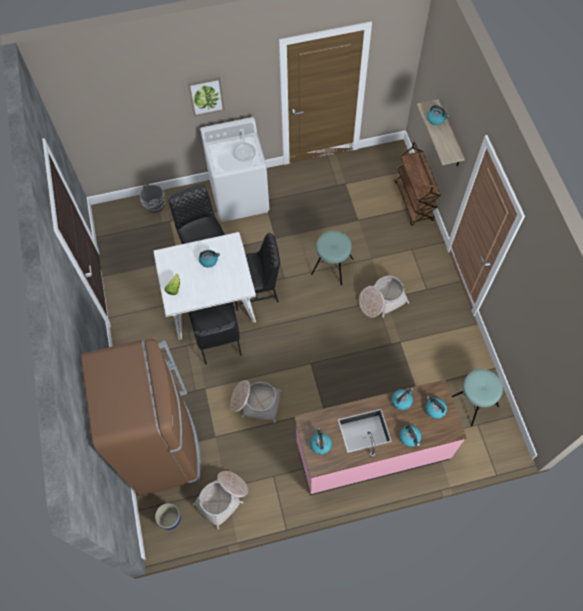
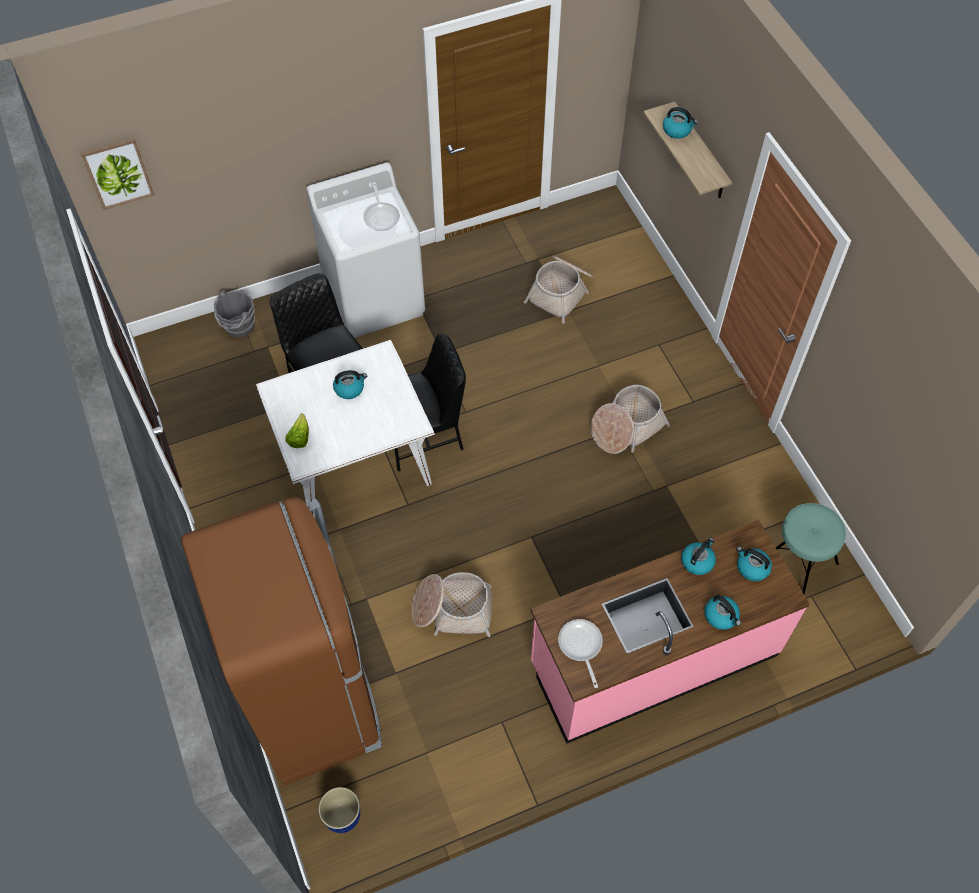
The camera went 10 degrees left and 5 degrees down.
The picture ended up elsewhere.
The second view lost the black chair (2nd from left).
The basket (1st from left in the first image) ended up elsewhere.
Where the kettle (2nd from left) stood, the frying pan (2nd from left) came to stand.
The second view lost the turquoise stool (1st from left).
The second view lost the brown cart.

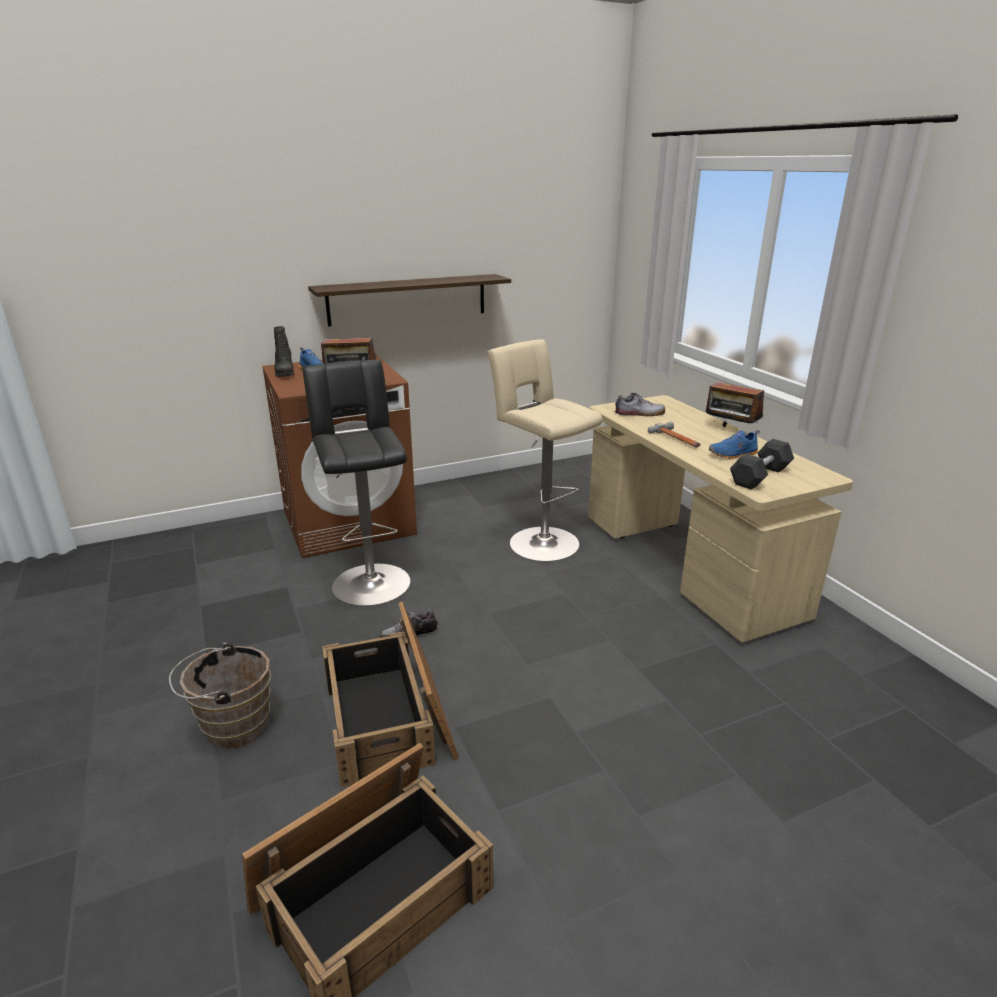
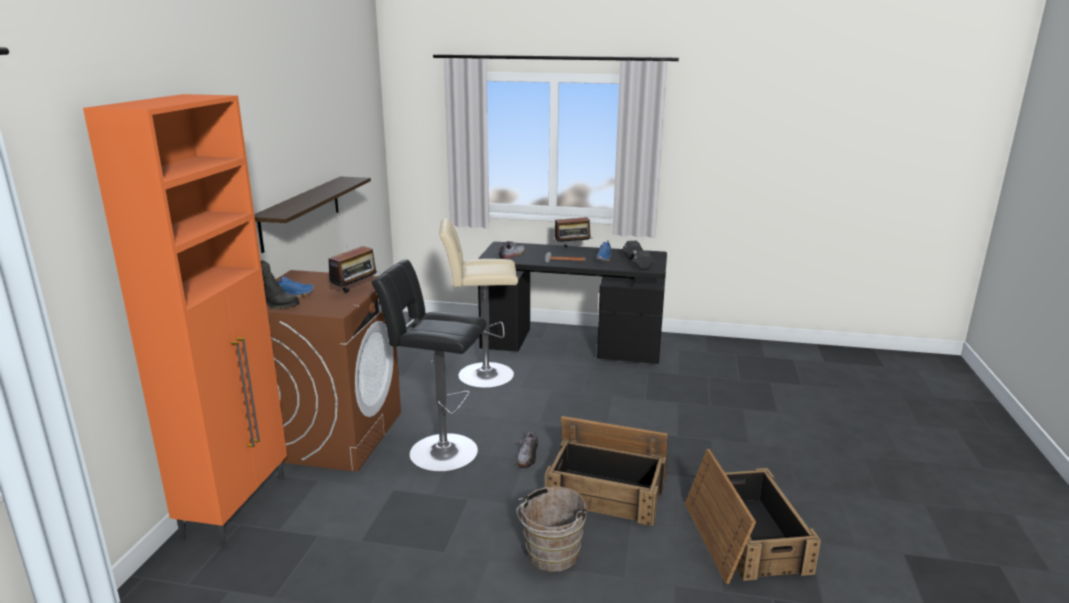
The camera went 55 degrees left and 5 degrees down.
What was the beige desk turned into the black desk.
The second view gained the orange cabinet.

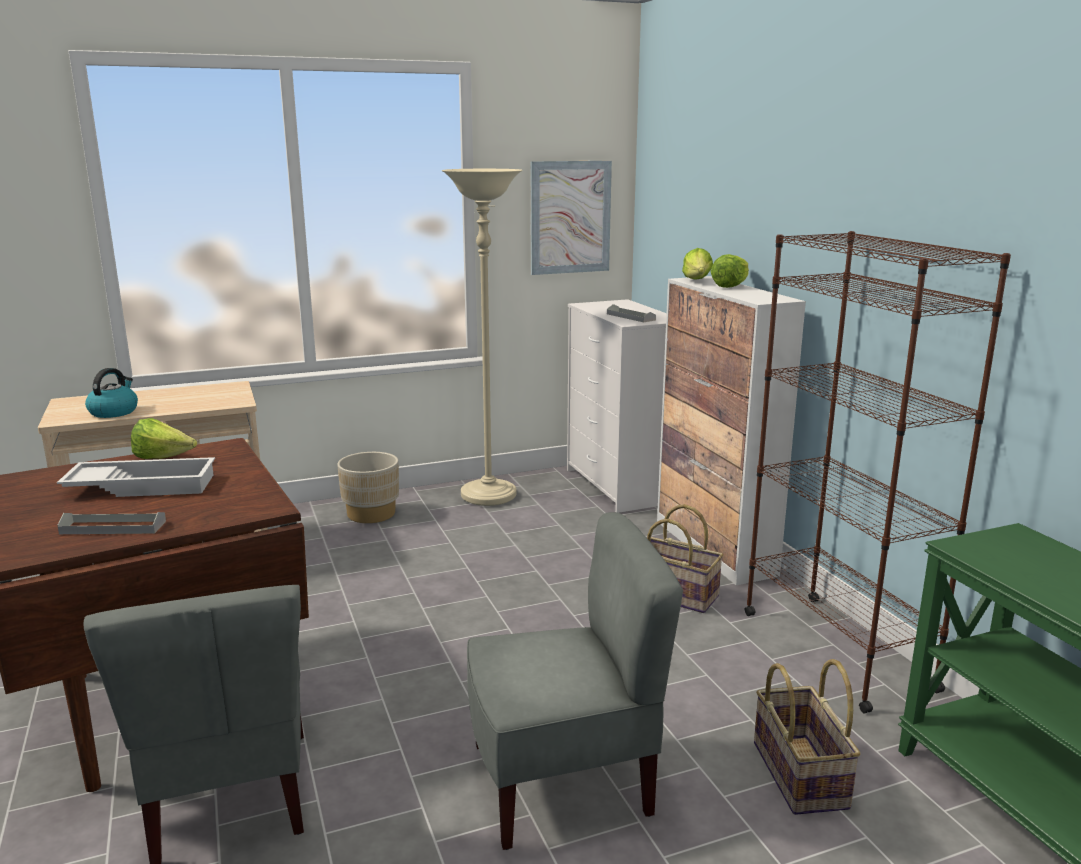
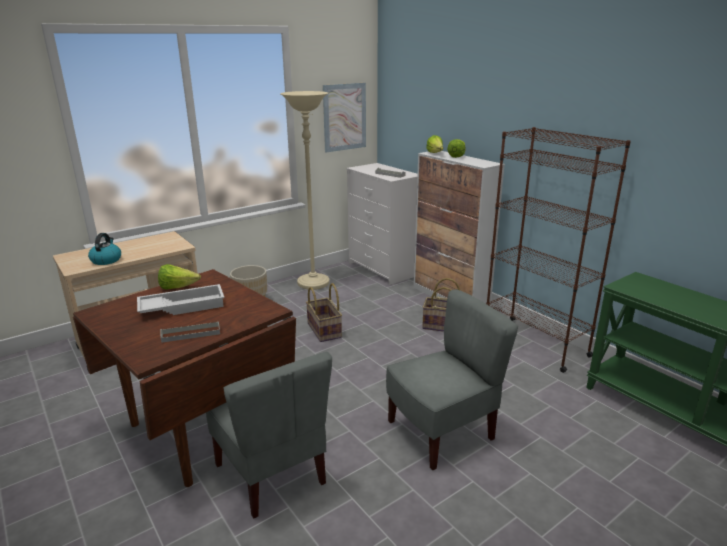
The camera went 15 degrees left and 5 degrees up.
The basket (2nd from left in the first image) ended up elsewhere.

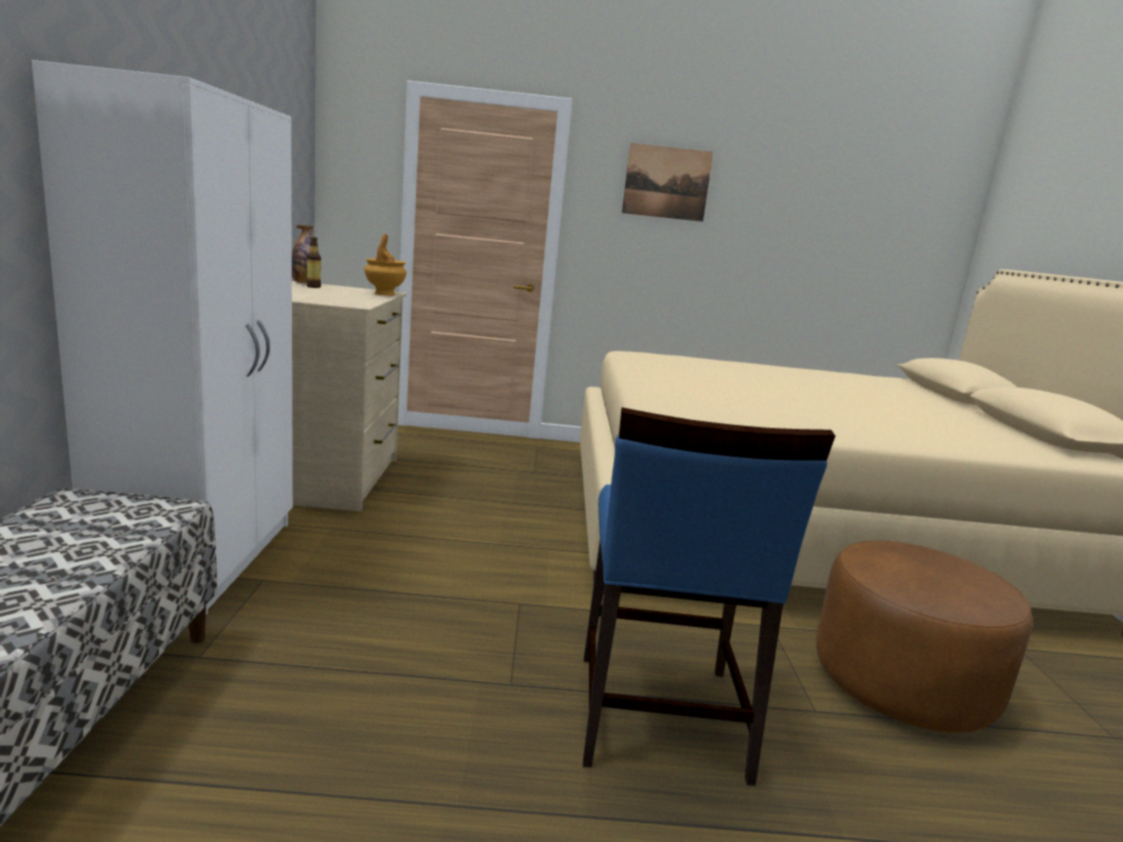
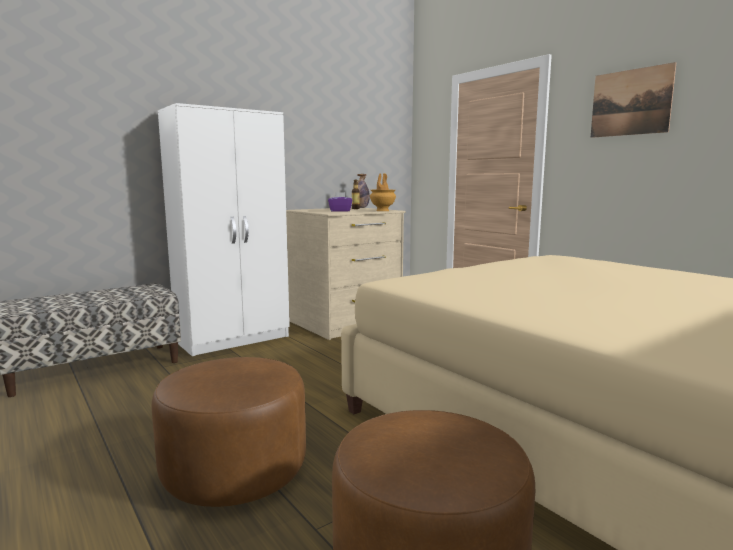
The camera went 55 degrees right and 5 degrees down.
Where the blue chair stood, the brown ottoman (1st from left) came to stand.
The second view gained the purple tissue box.

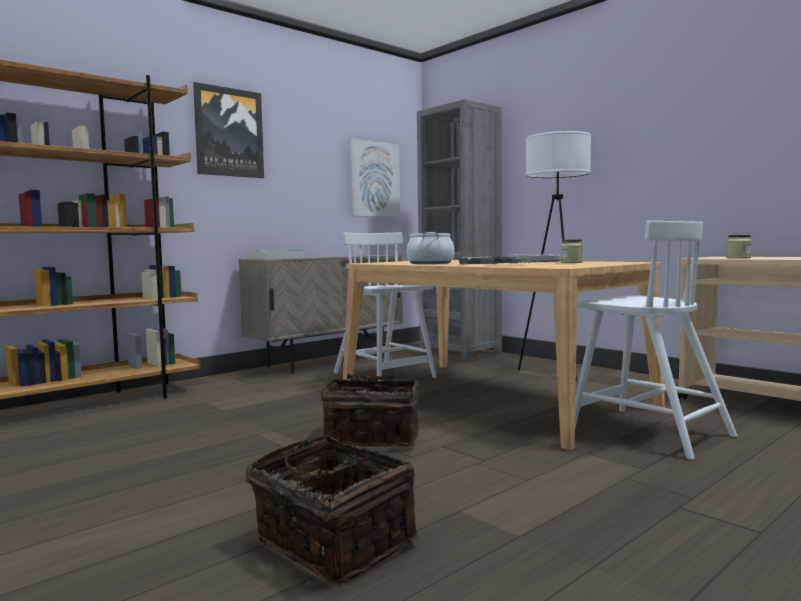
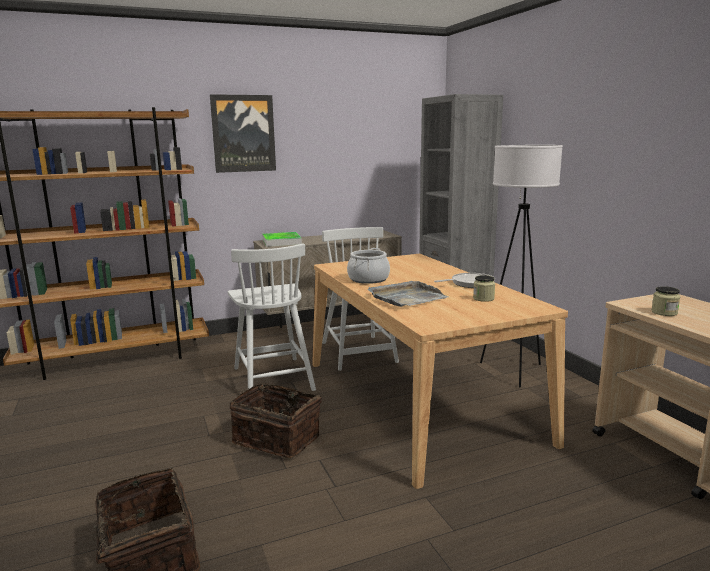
The camera went 20 degrees right and 10 degrees up.
The second view lost the picture (2nd from left).
The white chair (2nd from left in the first image) ended up elsewhere.

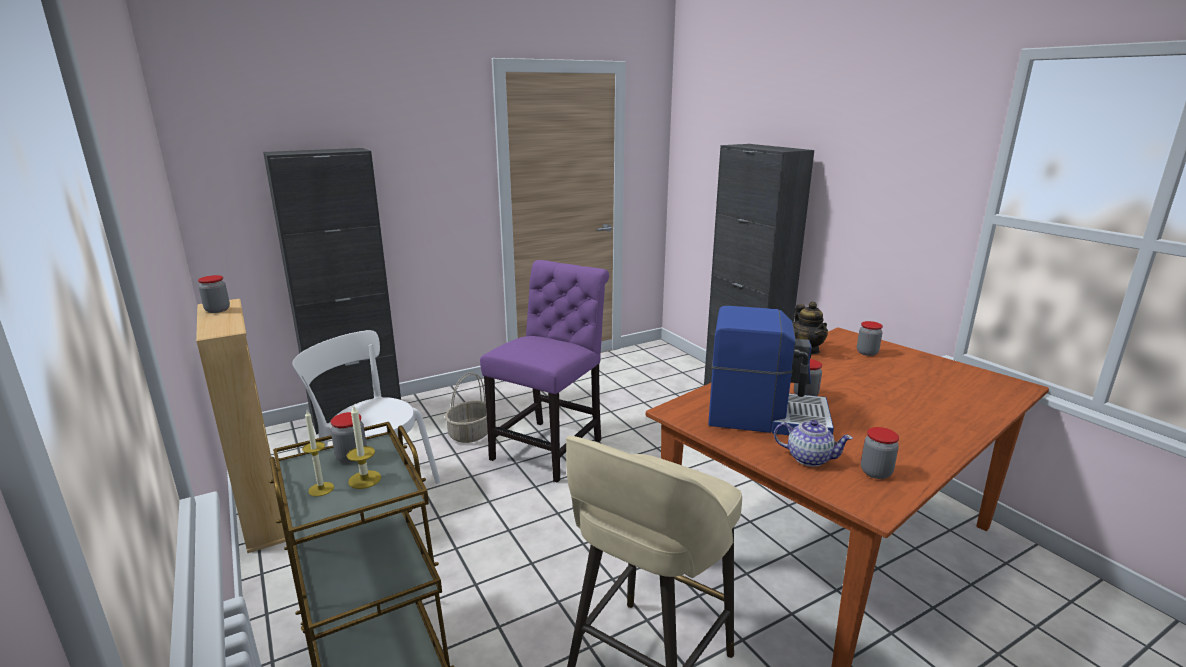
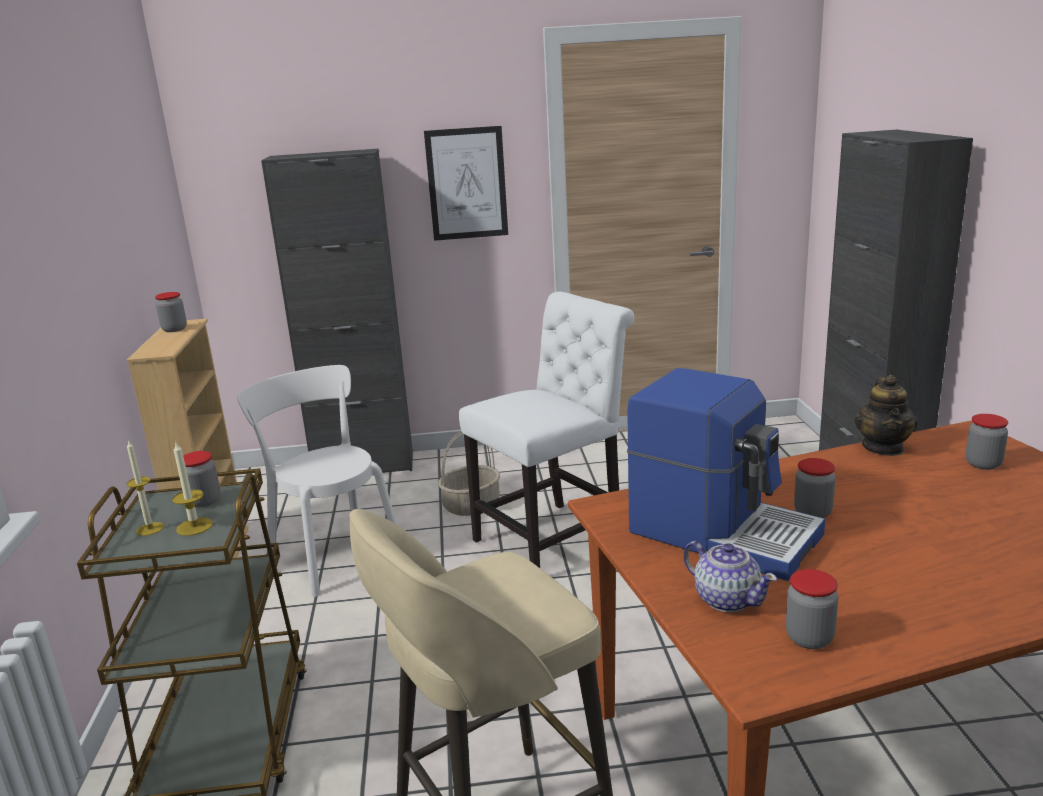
The camera went 25 degrees right and 0 degrees up.
What was the purple chair turned into the white chair (2nd from left).
The second view gained the picture.

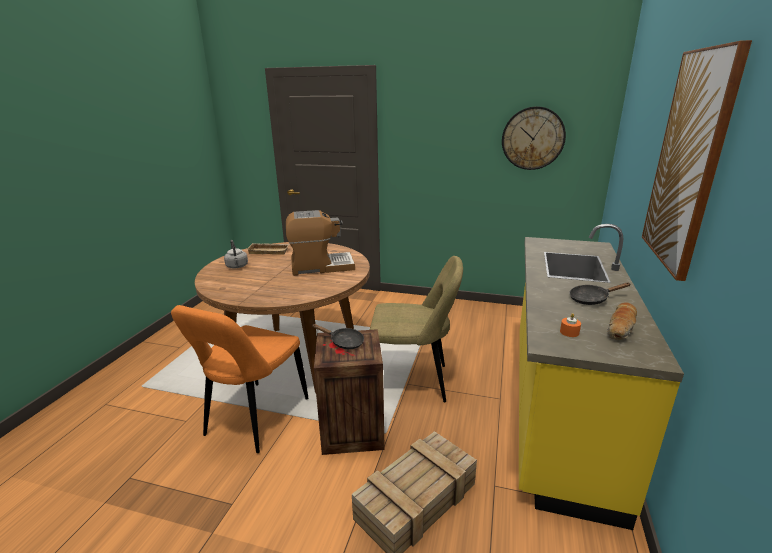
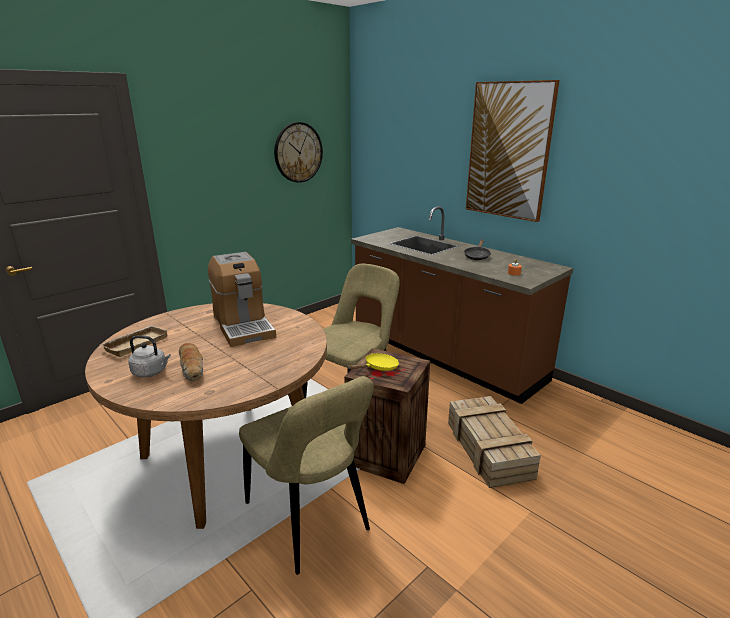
The camera went 60 degrees left and 0 degrees up.
What was the orange chair turned into the beige chair (1st from left).
The coffee machine ended up facing another way, 135 degrees clockwise from before.
What was the black frying pan (1st from left) turned into the yellow frying pan.
What was the yellow counter turned into the brown counter.
The bread ended up elsewhere.

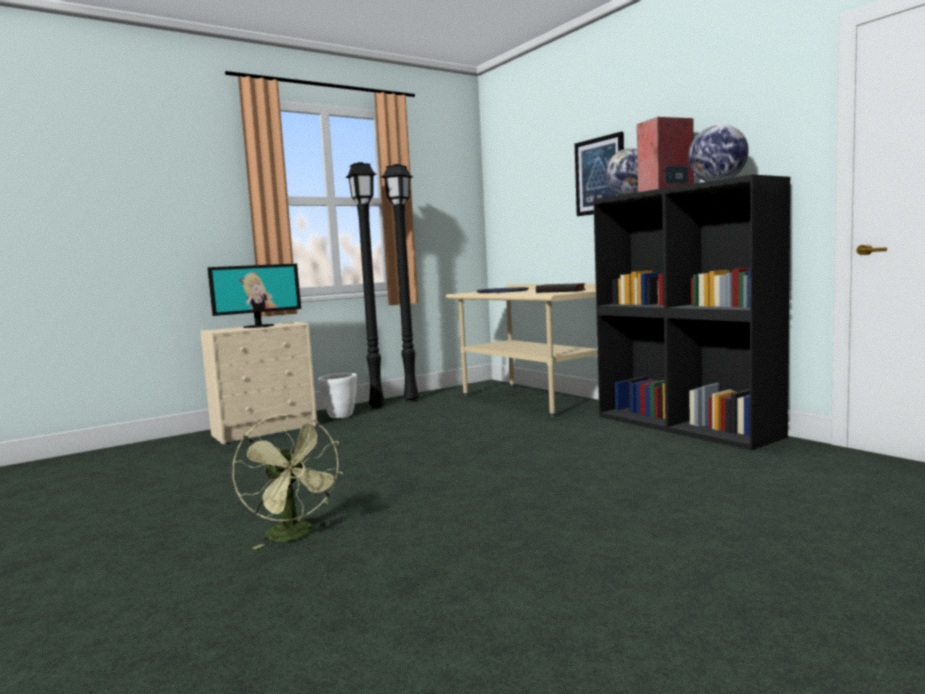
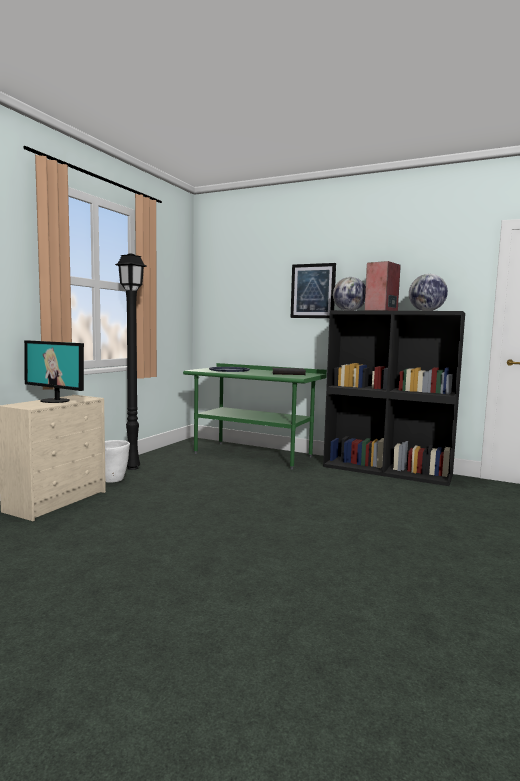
The camera went 30 degrees left and 0 degrees up.
The monitor ended up facing another way, 90 degrees clockwise from before.
The second view lost the green fan.
The second view lost the black floor lamp (2nd from left).
What was the beige desk turned into the green desk.

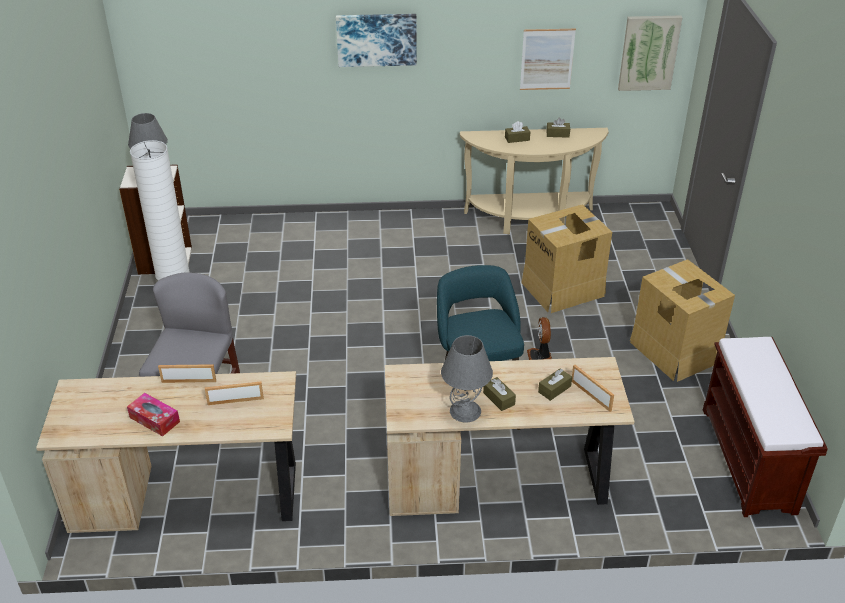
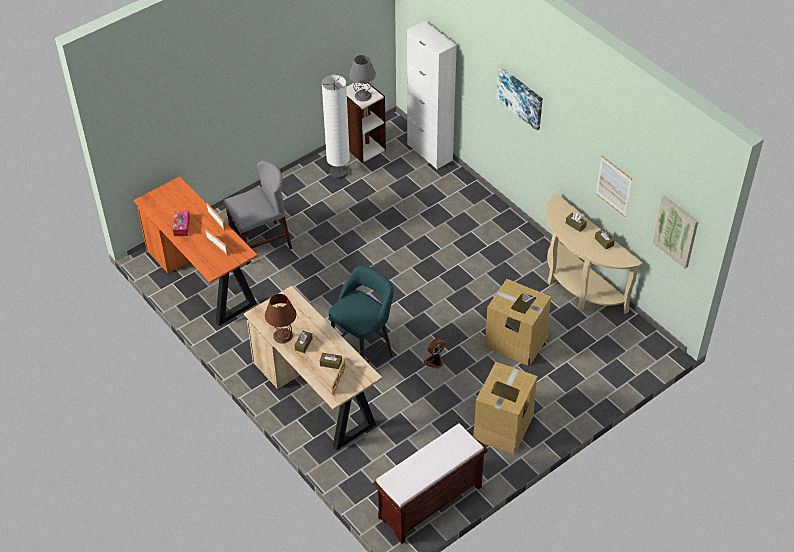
The camera went 55 degrees right and 10 degrees up.
What was the beige desk (1st from left) turned into the orange desk.
What was the grey table lamp (2nd from left) turned into the brown table lamp.
The second view gained the white cabinet.

